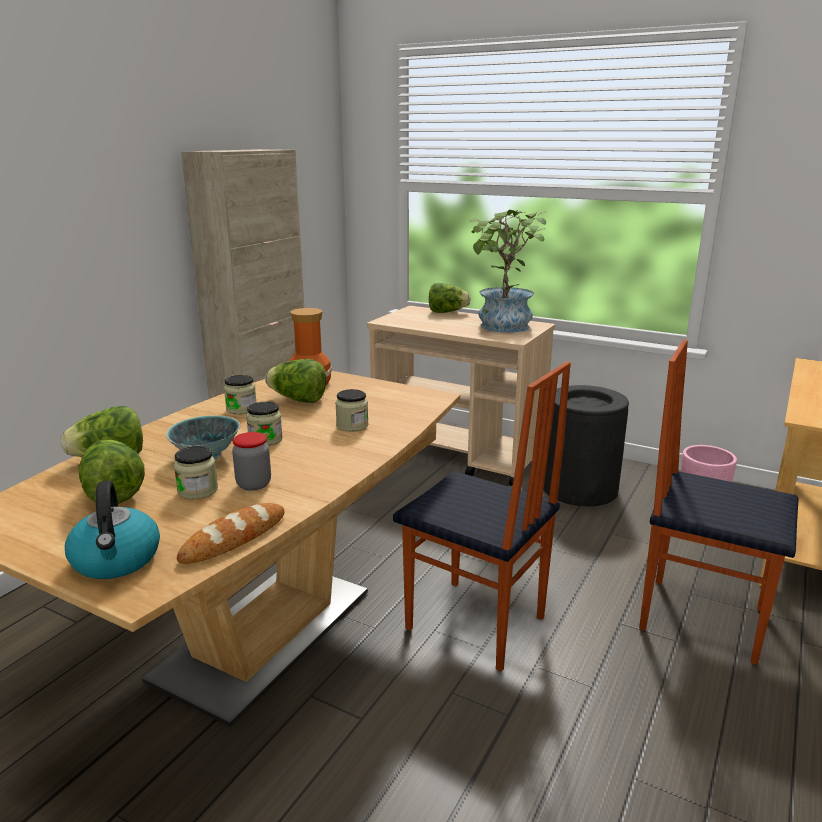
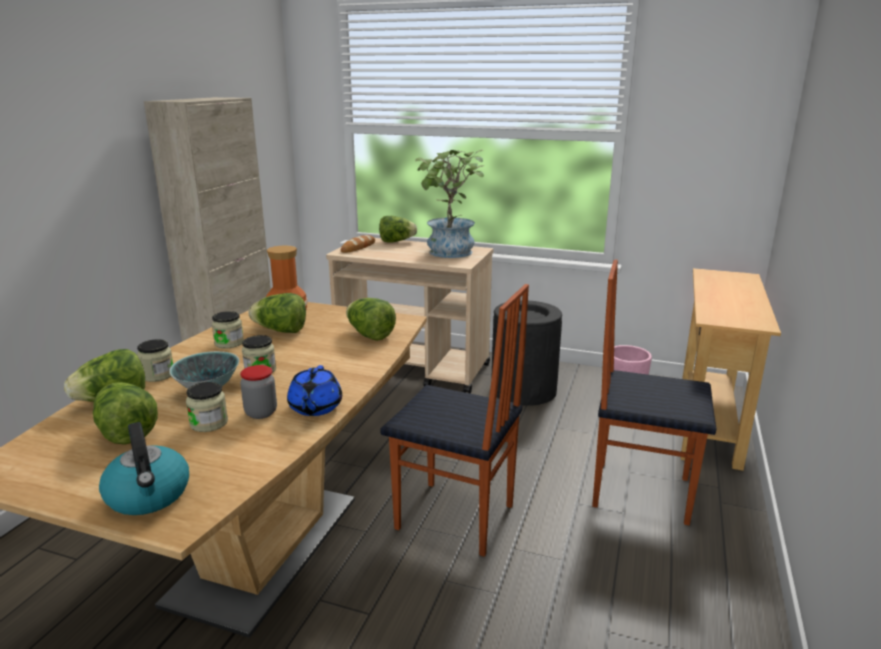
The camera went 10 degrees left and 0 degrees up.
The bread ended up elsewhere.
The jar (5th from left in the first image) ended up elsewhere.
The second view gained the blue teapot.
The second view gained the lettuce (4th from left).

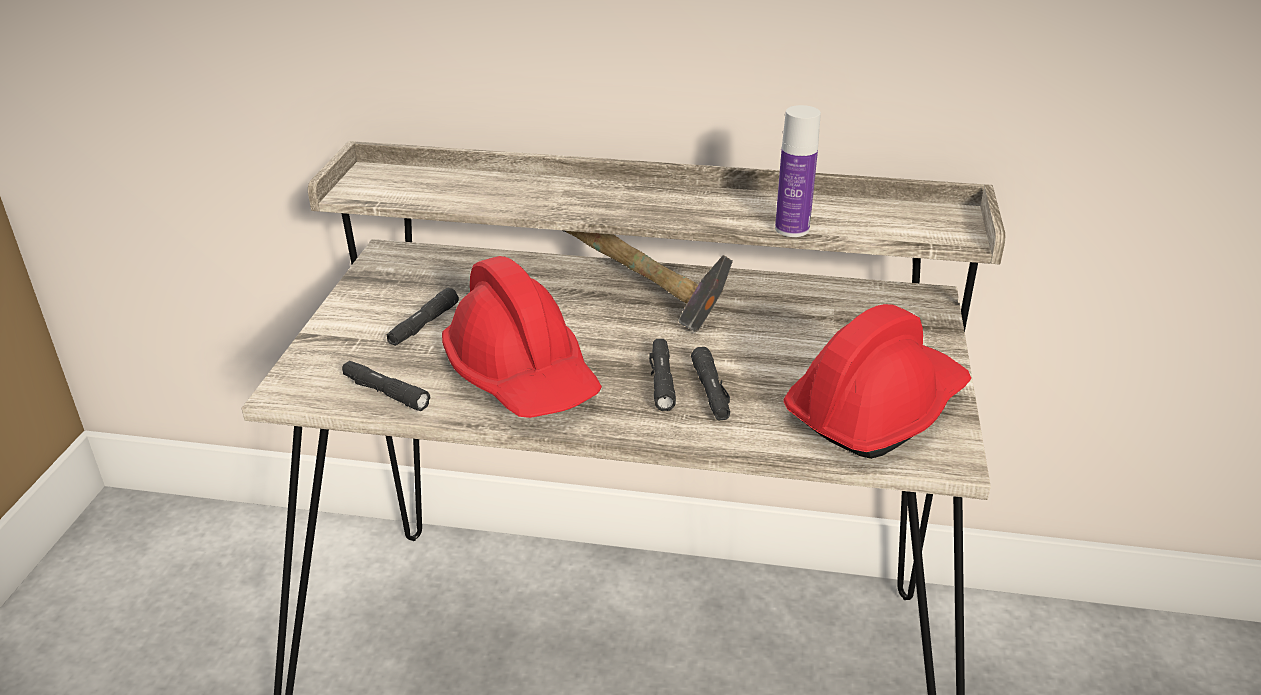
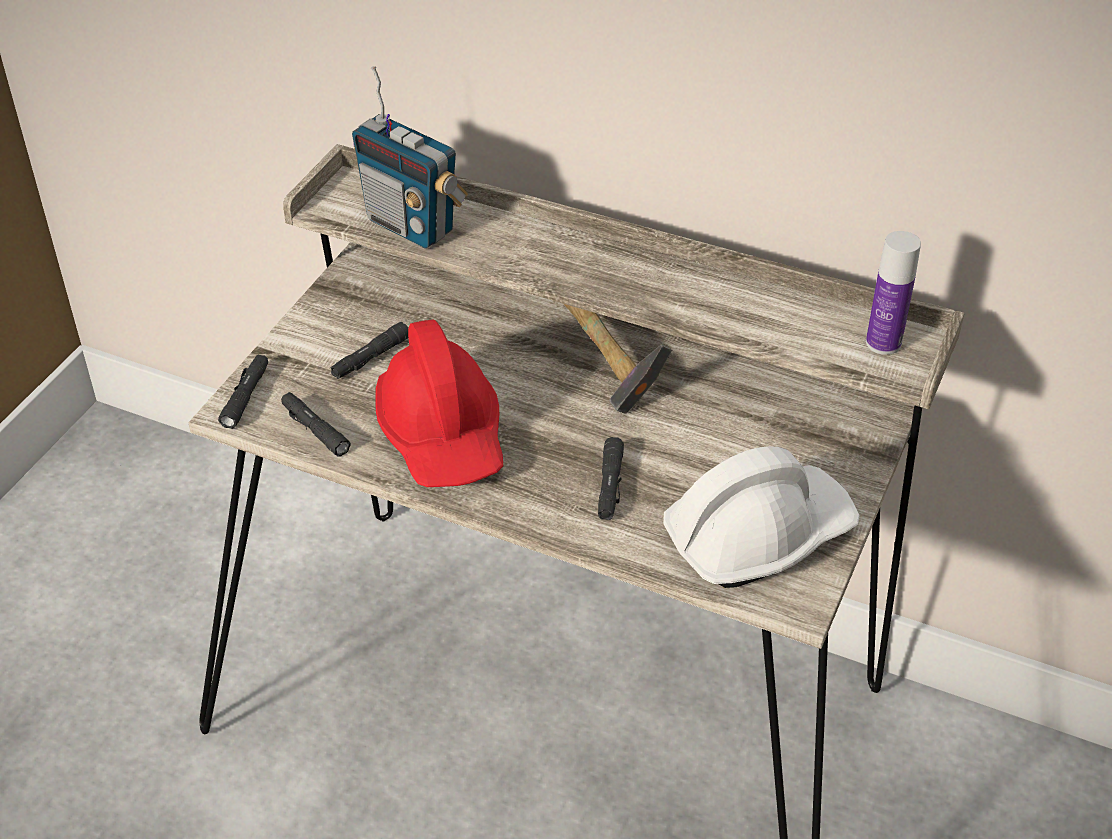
The camera went 15 degrees right and 10 degrees up.
The black flashlight (3rd from left in the first image) ended up elsewhere.
The bottle ended up elsewhere.
What was the red hard hat (2nd from left) turned into the white hard hat.
The second view gained the radio.

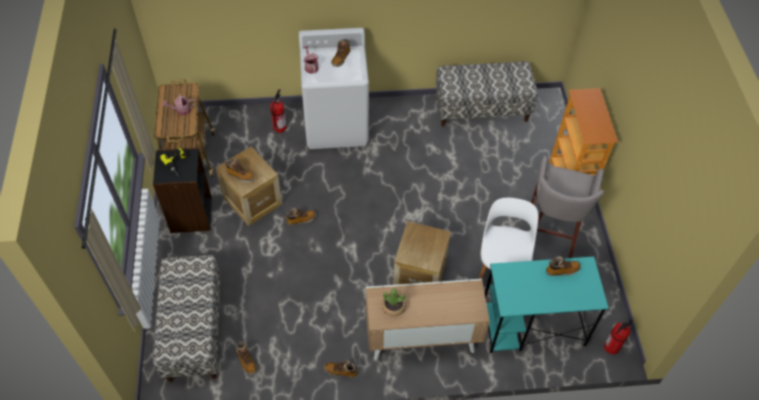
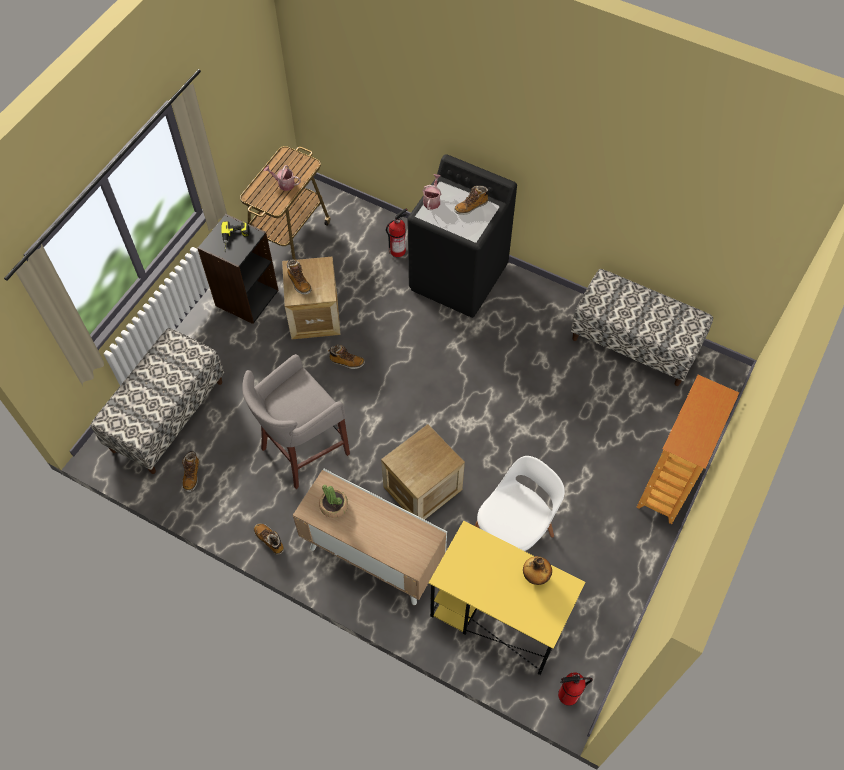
The camera went 35 degrees right and 5 degrees up.
What was the white washing machine turned into the black washing machine.
What was the turquoise desk turned into the yellow desk.
The grey stool ended up elsewhere.
Where the boot (6th from left) stood, the bottle came to stand.

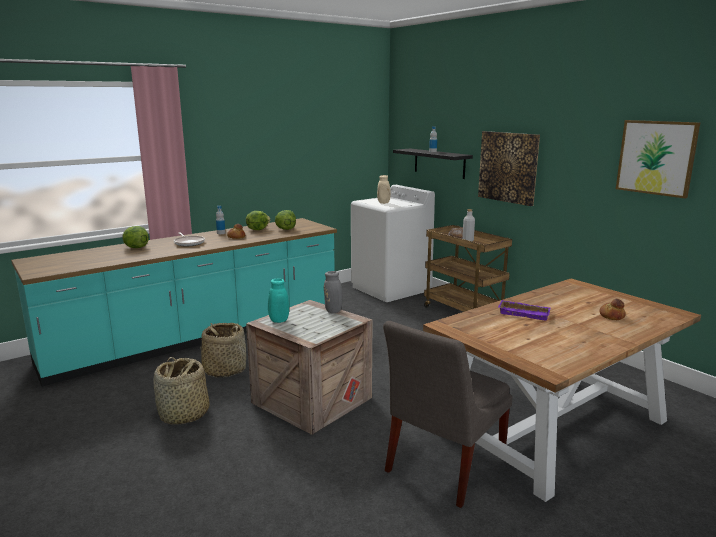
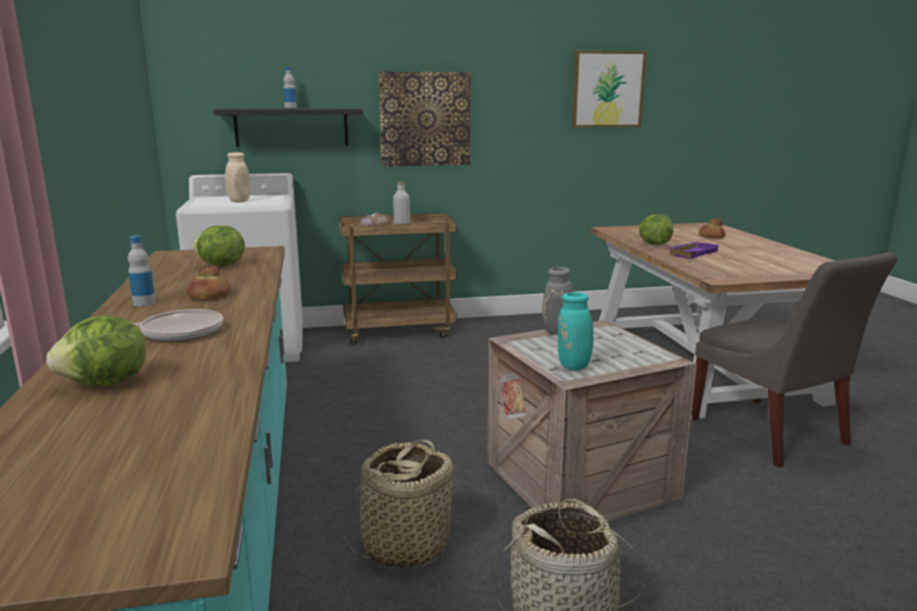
The camera went 65 degrees left and 0 degrees up.
The lettuce (2nd from left in the first image) ended up elsewhere.

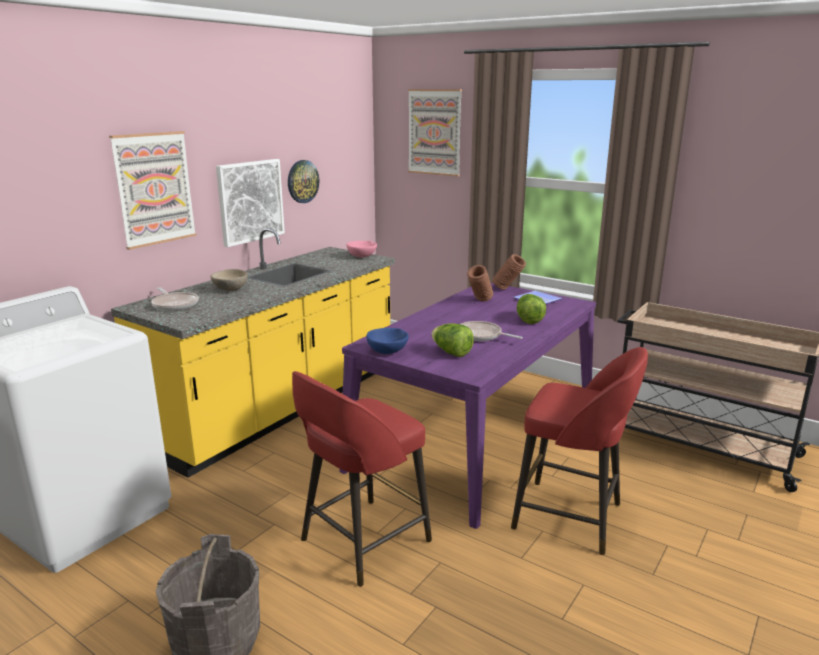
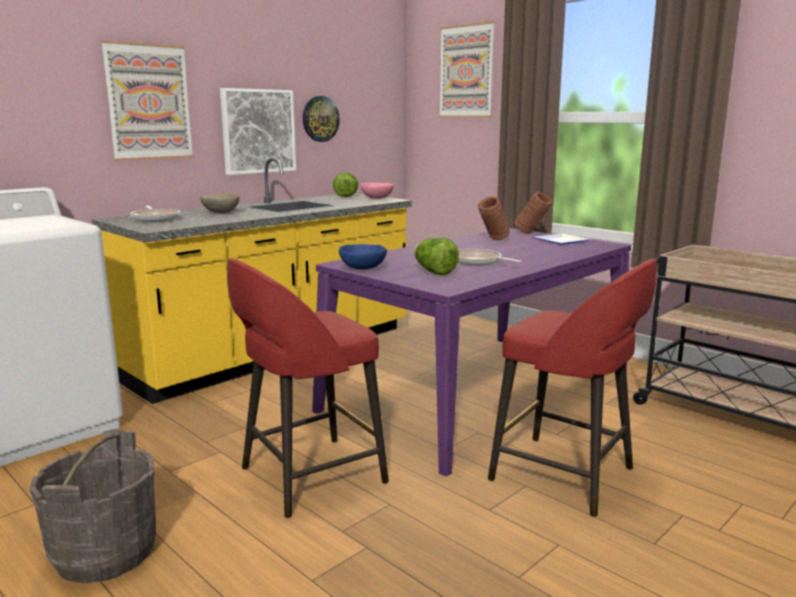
The camera went 10 degrees right and 5 degrees down.
The lettuce (2nd from left in the first image) ended up elsewhere.

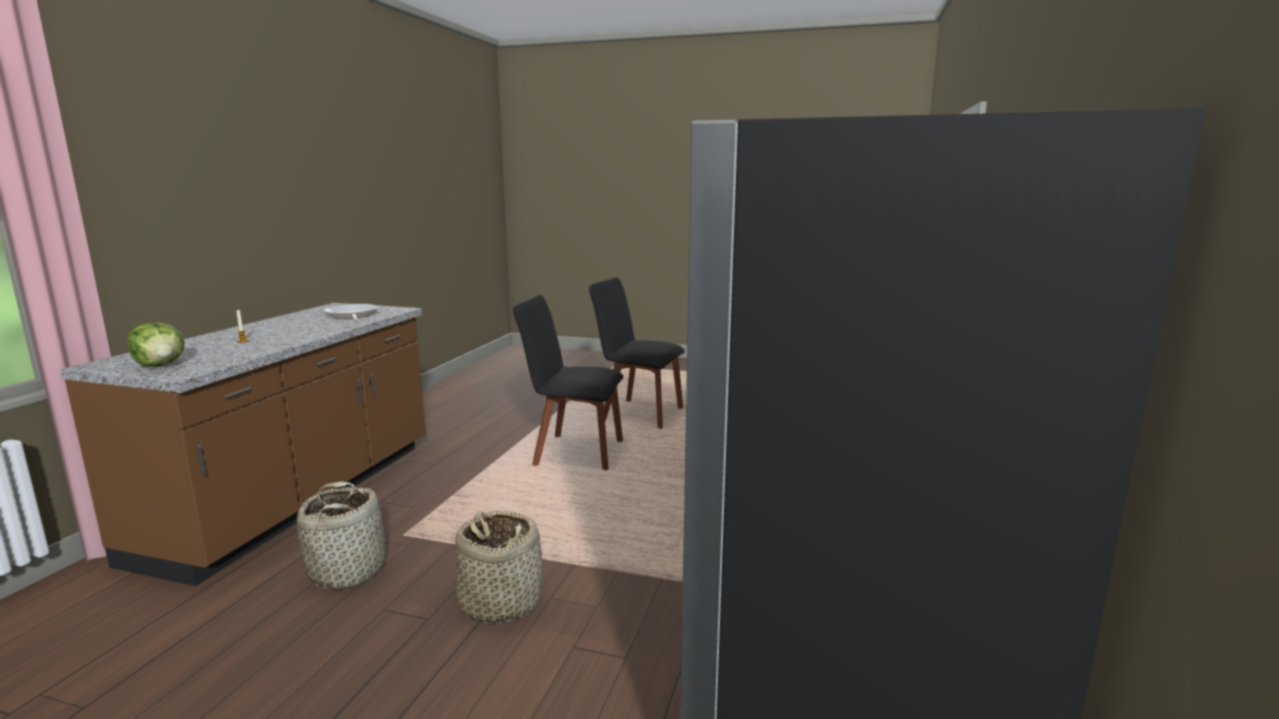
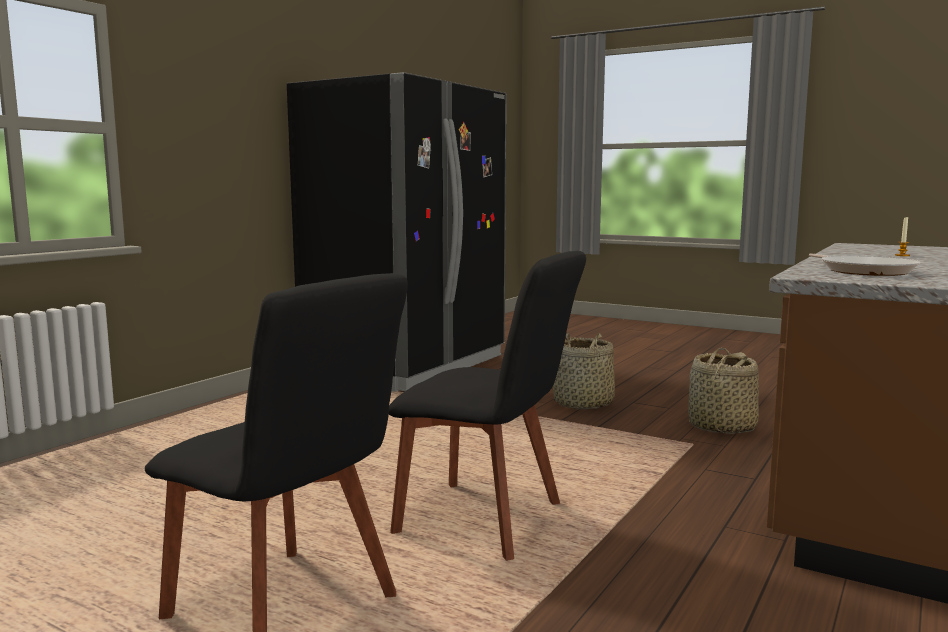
The camera went 165 degrees left and 5 degrees down.
The second view lost the lettuce.

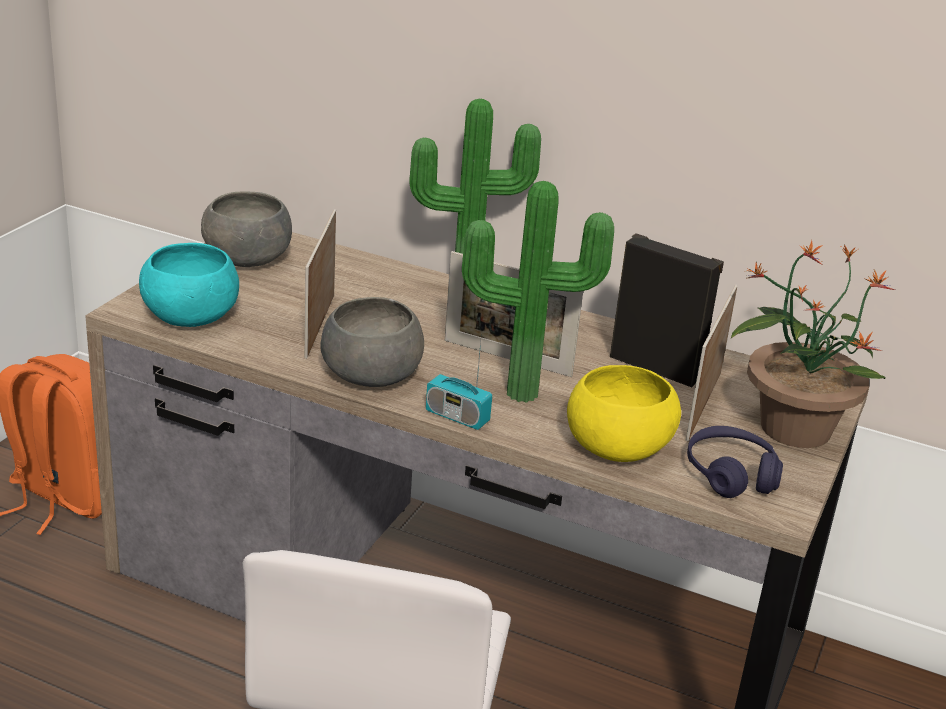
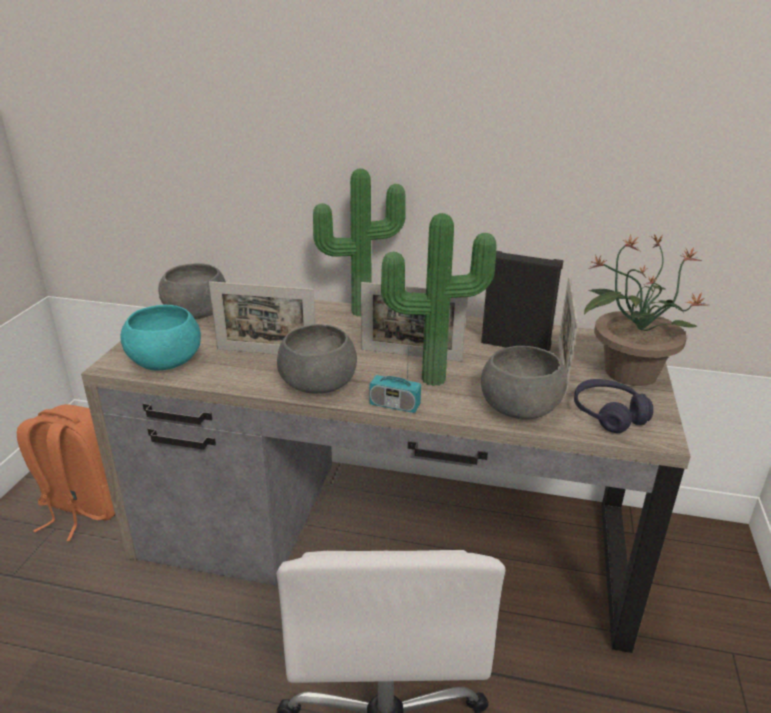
The camera went 10 degrees left and 0 degrees up.
The picture frame (1st from left) ended up facing another way, 75 degrees counterclockwise from before.
What was the yellow bowl turned into the grey bowl (3rd from left).

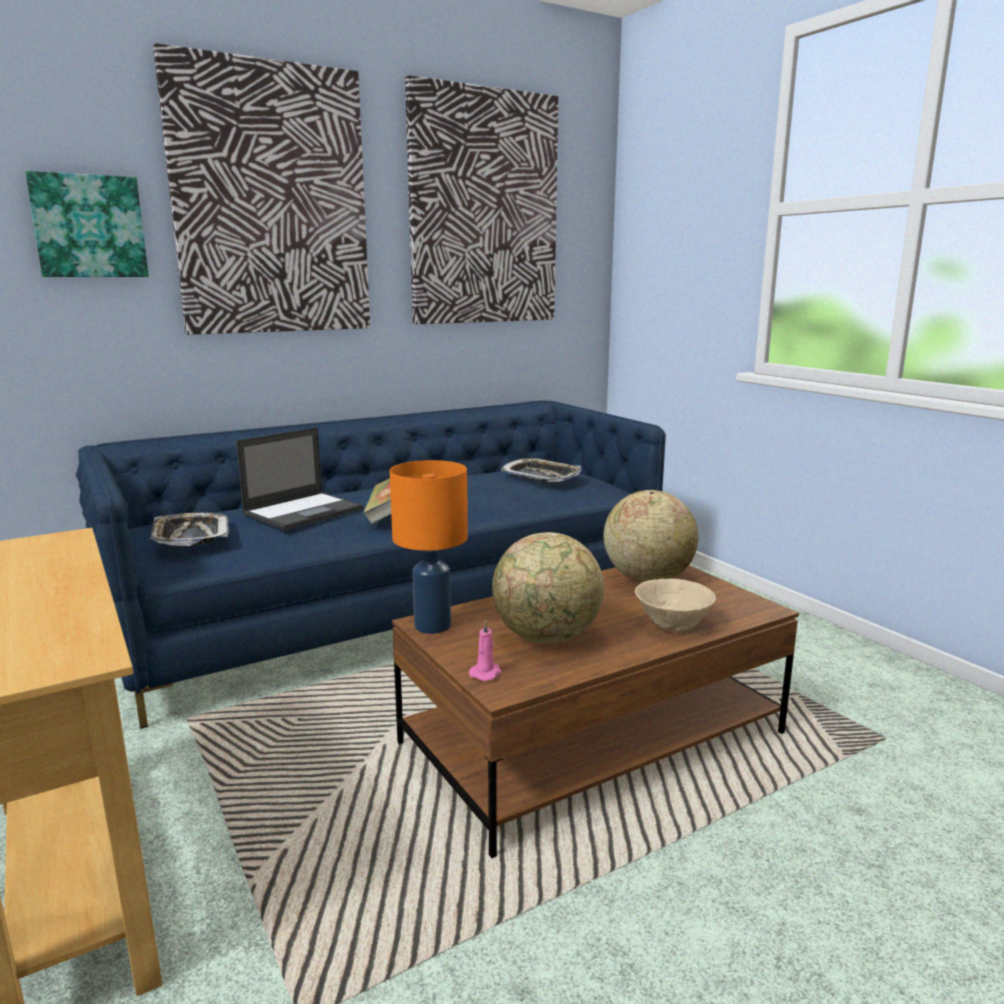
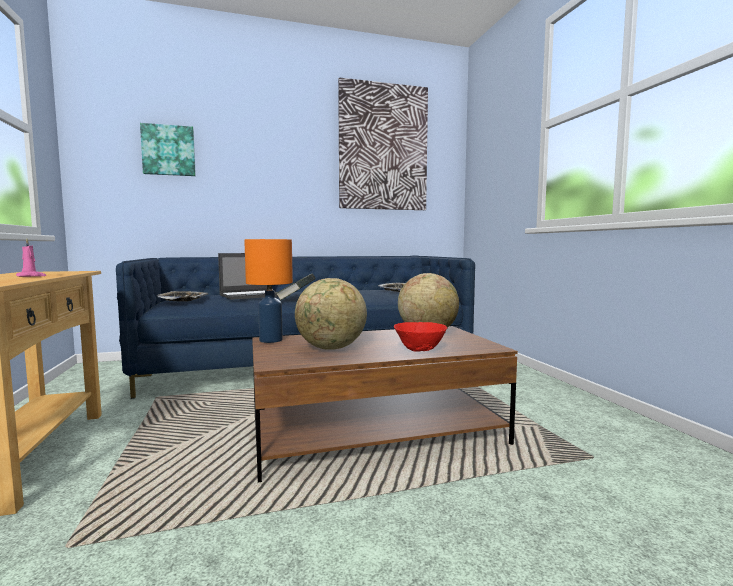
The camera went 15 degrees right and 10 degrees down.
The second view lost the picture (2nd from left).
The pink candle ended up elsewhere.
What was the beige bowl turned into the red bowl.

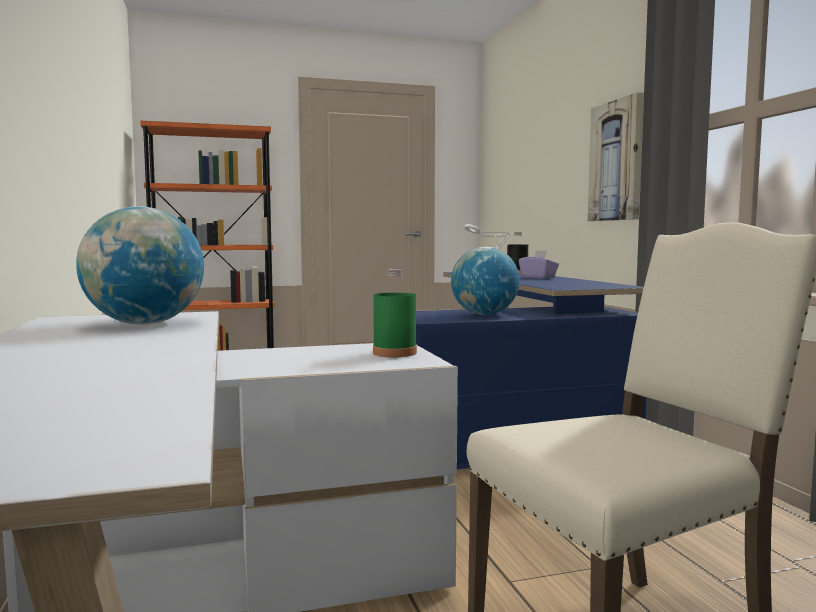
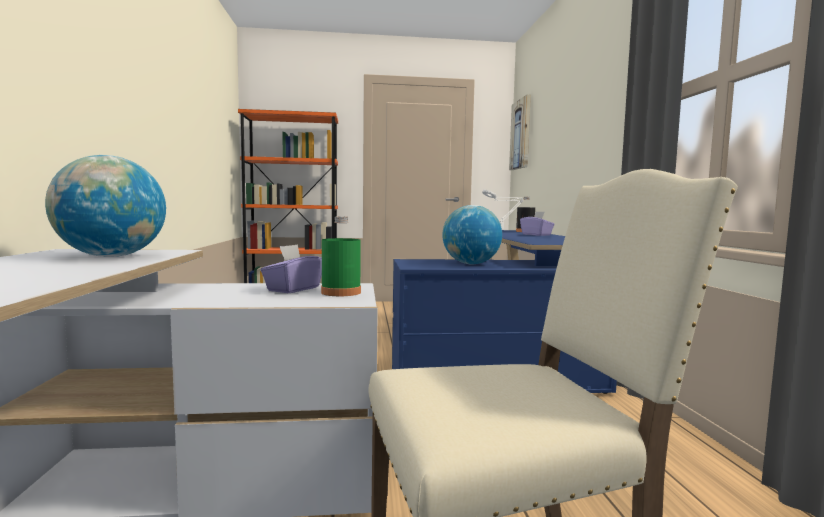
The camera went 10 degrees right and 0 degrees up.
The picture ended up elsewhere.
The second view gained the purple tissue box (1st from left).

